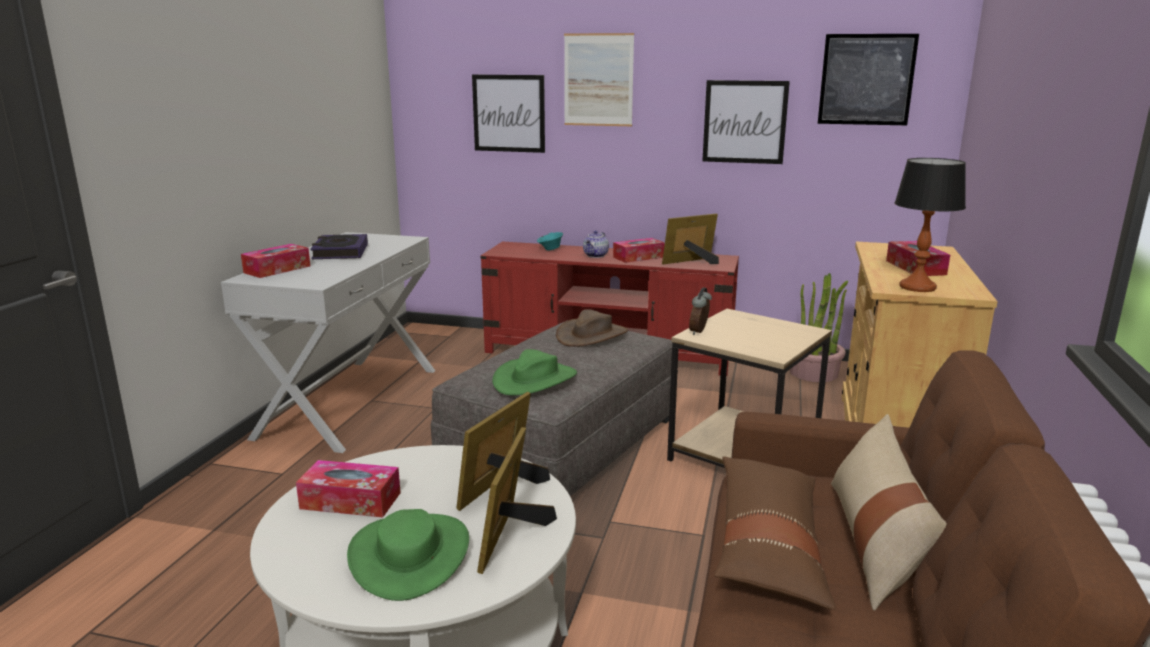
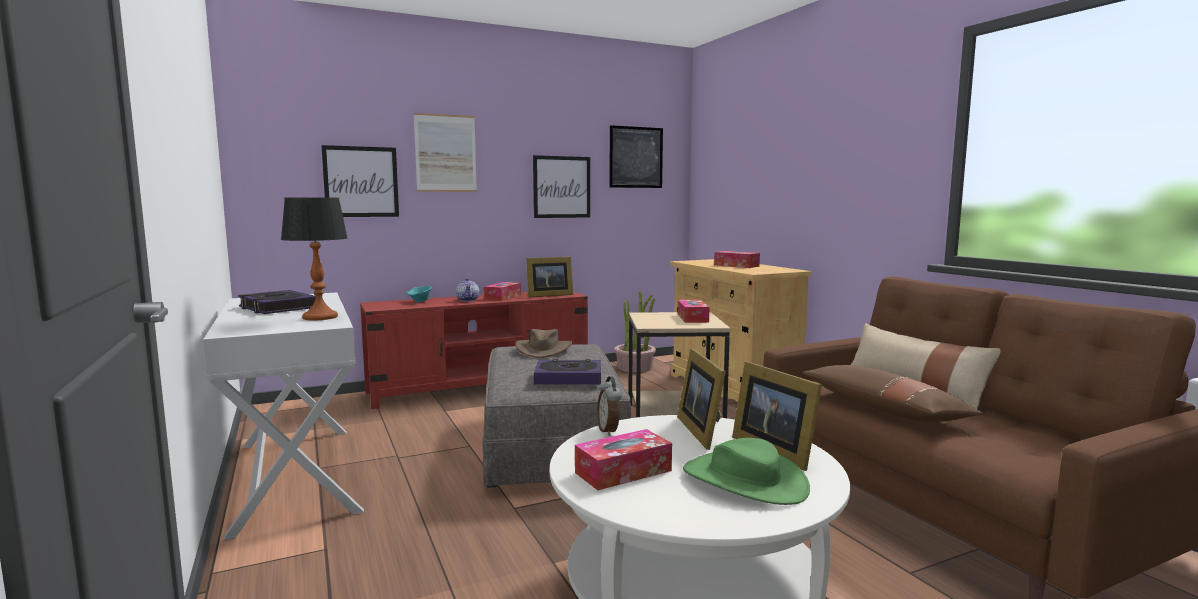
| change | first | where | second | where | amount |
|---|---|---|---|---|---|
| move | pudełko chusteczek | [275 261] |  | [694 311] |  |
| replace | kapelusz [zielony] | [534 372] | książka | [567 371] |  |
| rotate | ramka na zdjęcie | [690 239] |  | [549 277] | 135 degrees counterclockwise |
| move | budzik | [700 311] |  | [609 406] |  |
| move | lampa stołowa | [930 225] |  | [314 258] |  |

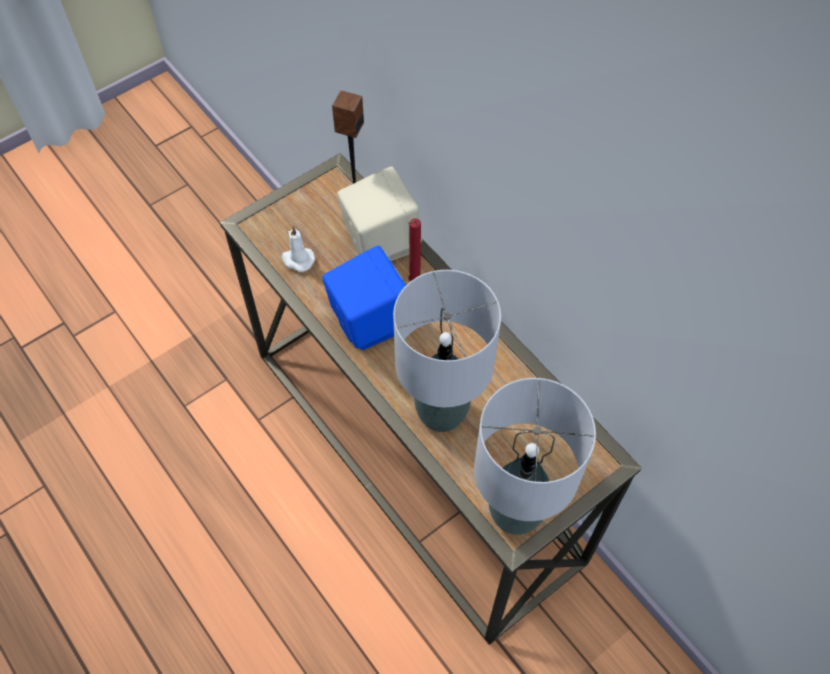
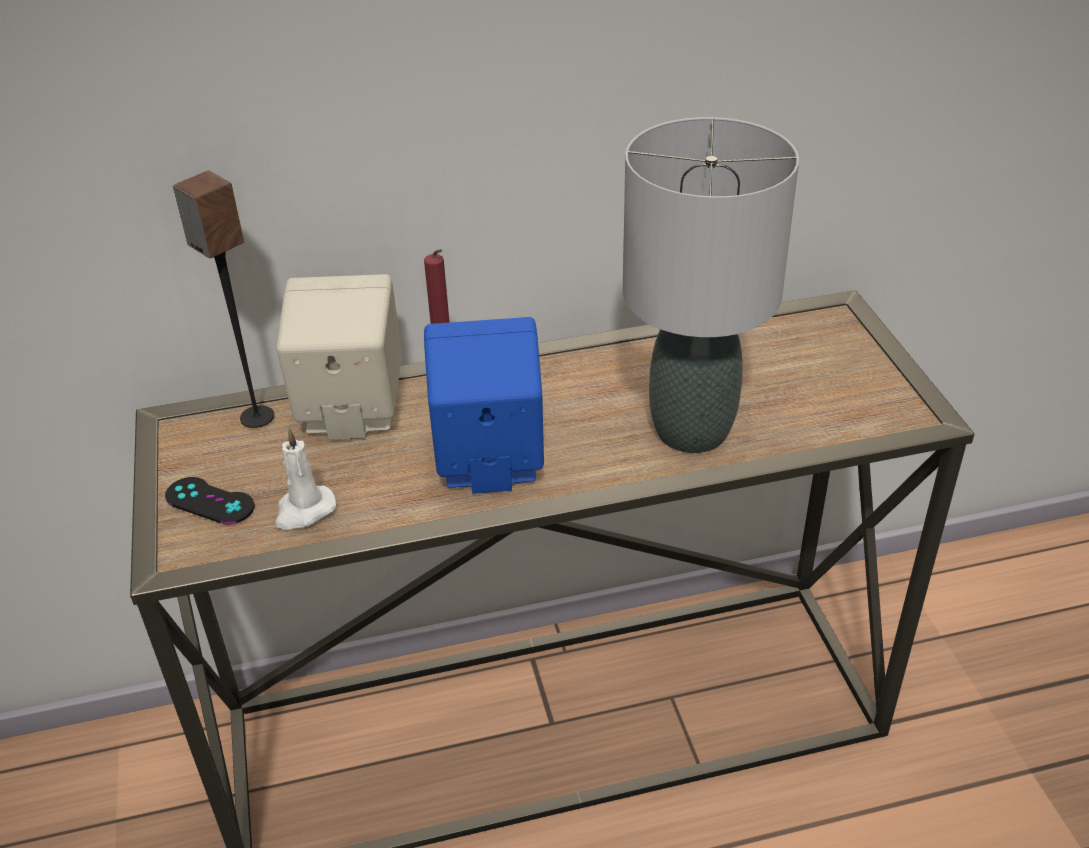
| change | first | where | second | where | amount |
|---|---|---|---|---|---|
| delete | lampa stołowa [szary] | [535 456] |  |  |  |
| insert |  |  | pad do gier [czarny] | [209 500] |  |

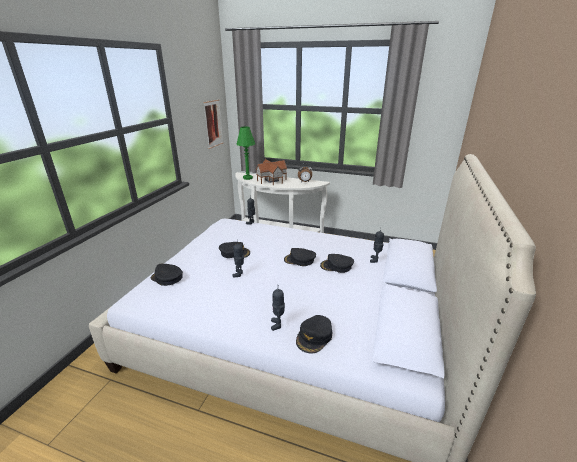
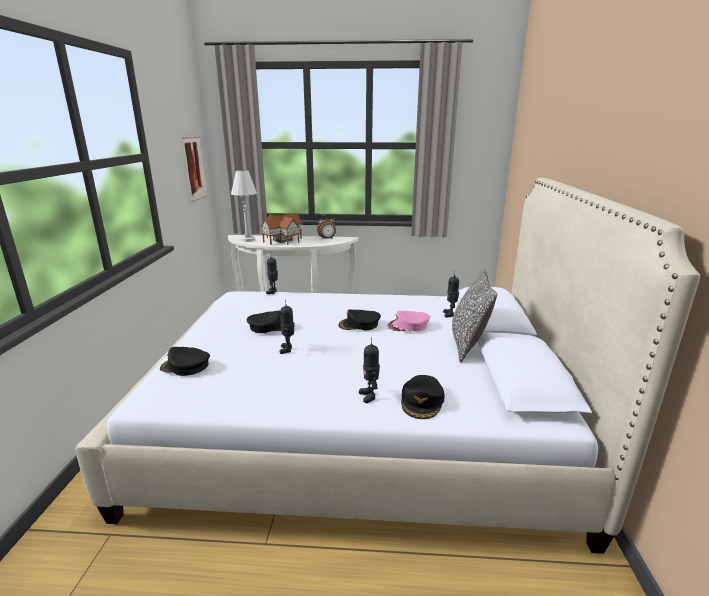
| change | first | where | second | where | amount |
|---|---|---|---|---|---|
| recolor | lampa stołowa [zielony] | [245 153] | lampa stołowa [biały] | [244 206] |  |
| recolor | czapka z daszkiem [czarny] | [337 263] | czapka z daszkiem [różowy] | [408 321] |  |
| insert |  |  | poduszka | [474 315] |  |

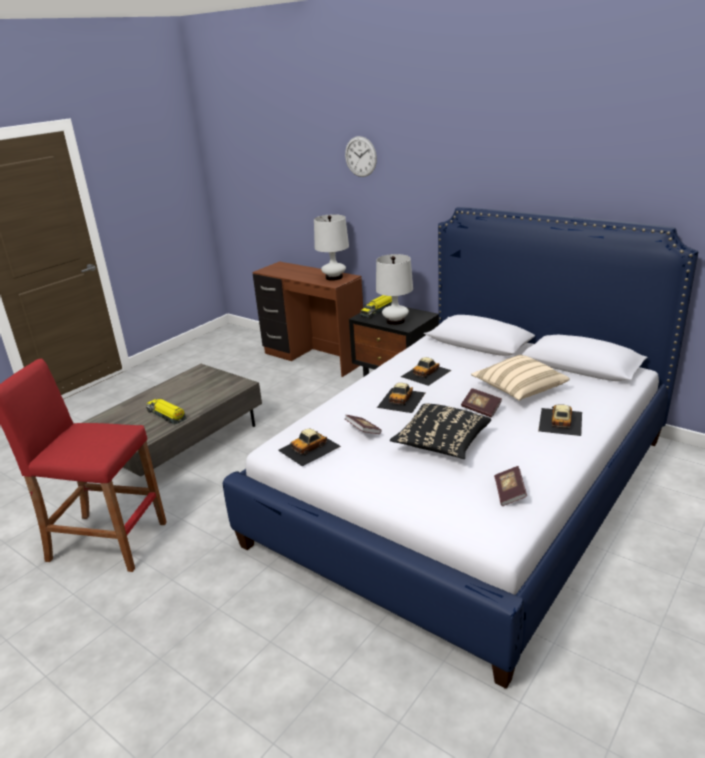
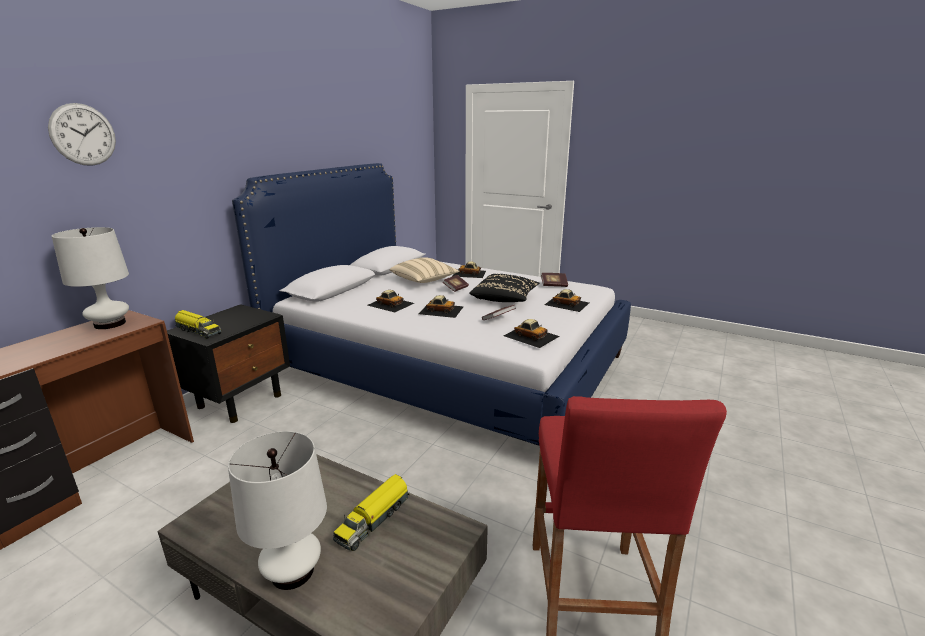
| change | first | where | second | where | amount |
|---|---|---|---|---|---|
| move | lampa stołowa [biały] | [394 289] |  | [277 510] |  |
| insert |  |  | samochodzik | [567 300] |  |

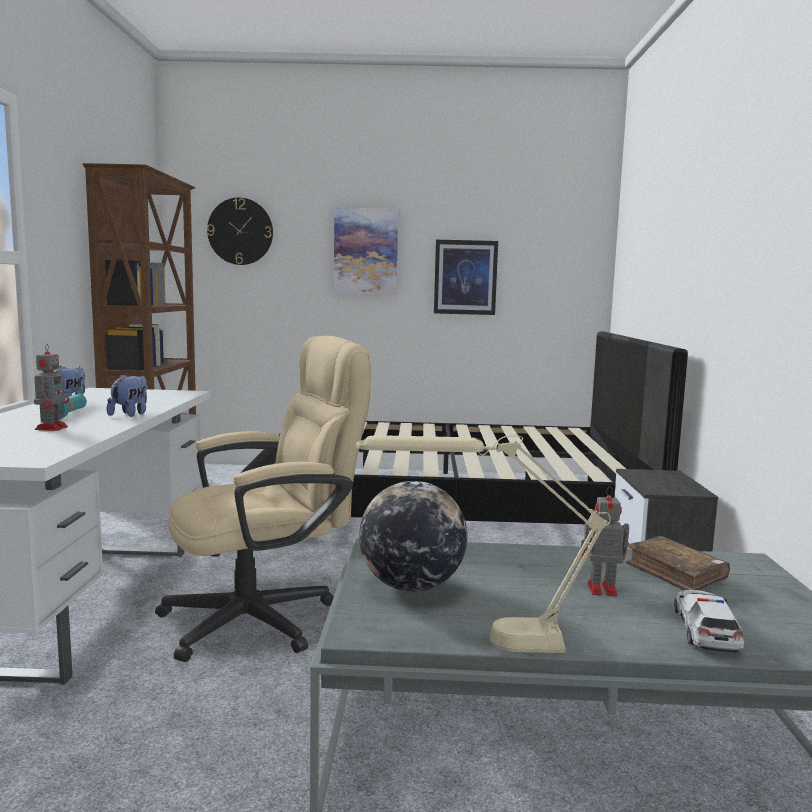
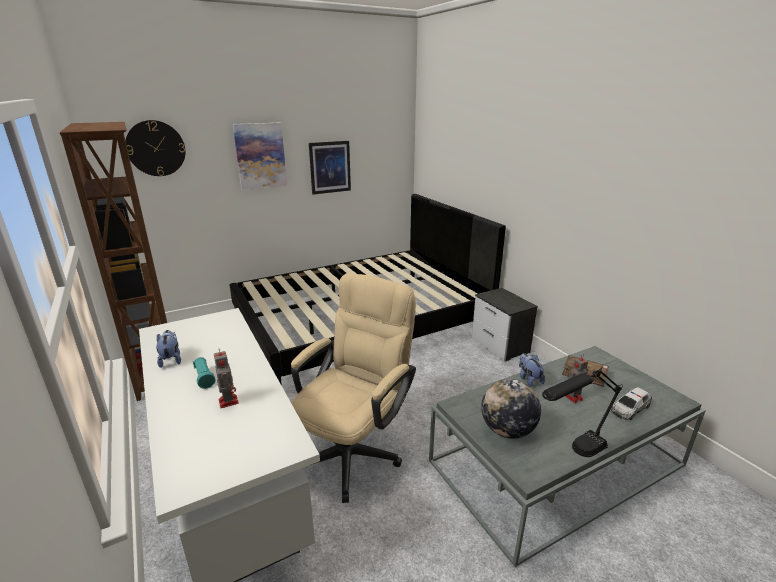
| change | first | where | second | where | amount |
|---|---|---|---|---|---|
| move | pluszak | [127 395] |  | [532 370] |  |
| recolor | lampa stołowa [beżowy] | [484 544] | lampa stołowa [czarny] | [582 412] |  |
| rotate | samochodzik | [709 621] |  | [631 403] | 105 degrees counterclockwise |

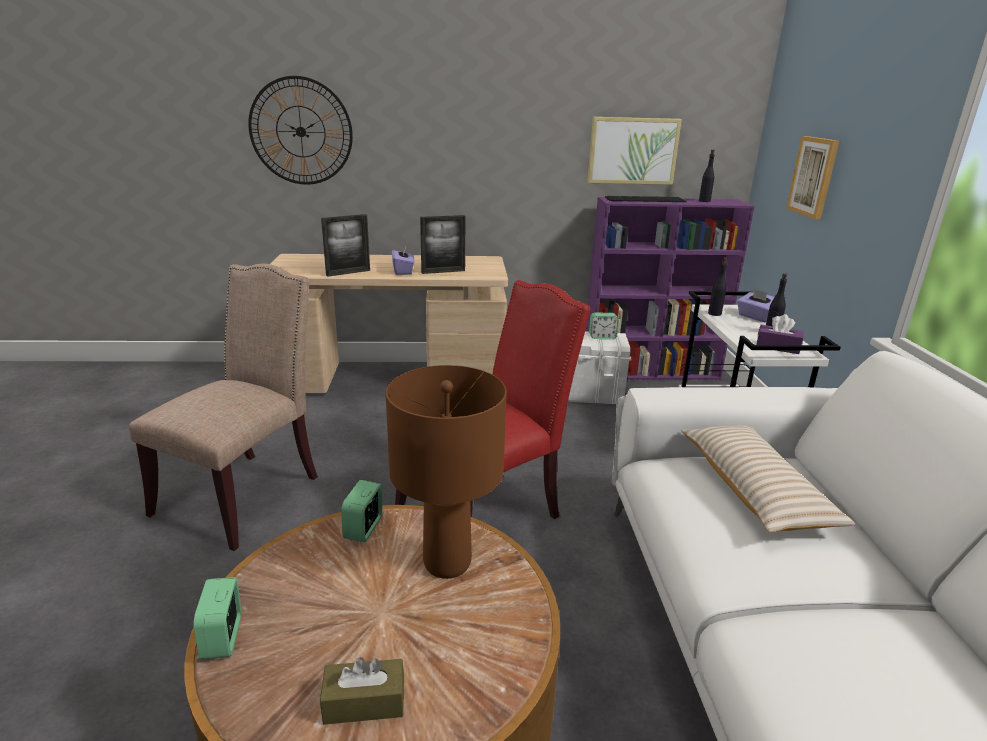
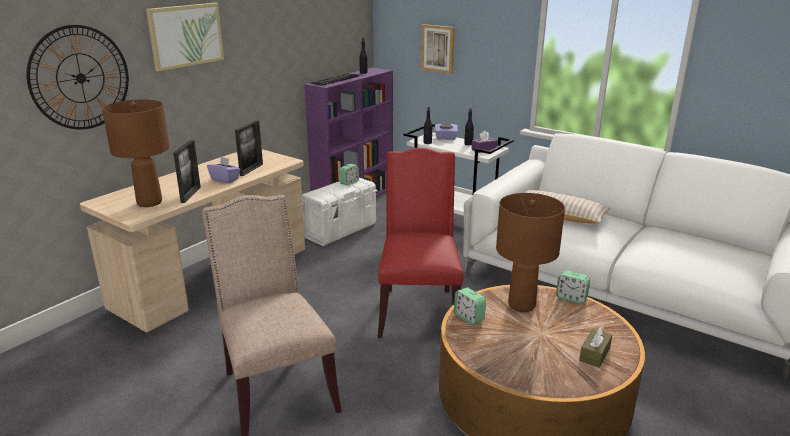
| change | first | where | second | where | amount |
|---|---|---|---|---|---|
| move | budzik | [217 618] |  | [573 287] |  |
| move | obraz | [634 151] |  | [185 37] |  |
| insert |  |  | lampa stołowa [brązowy] | [136 153] |  |

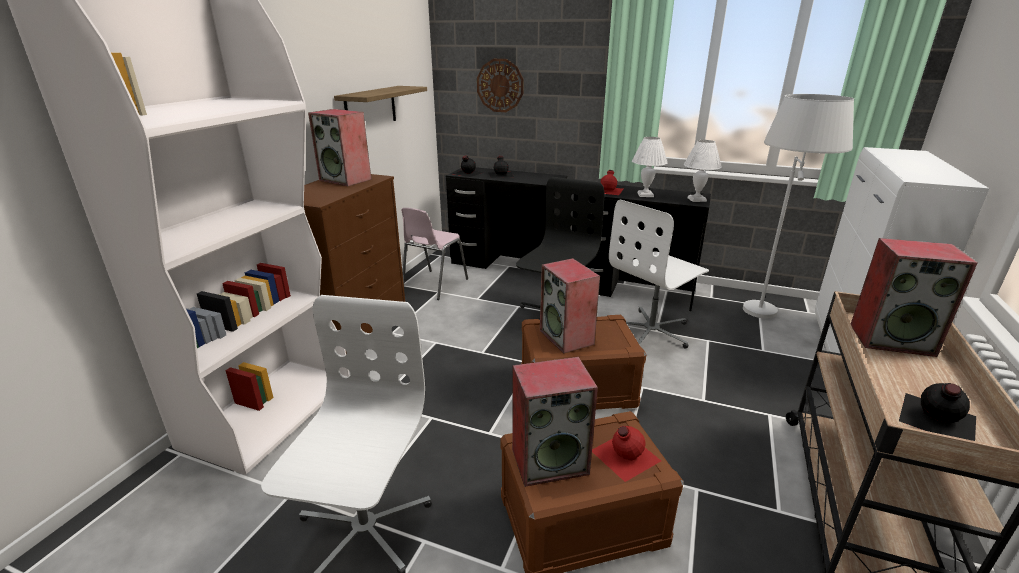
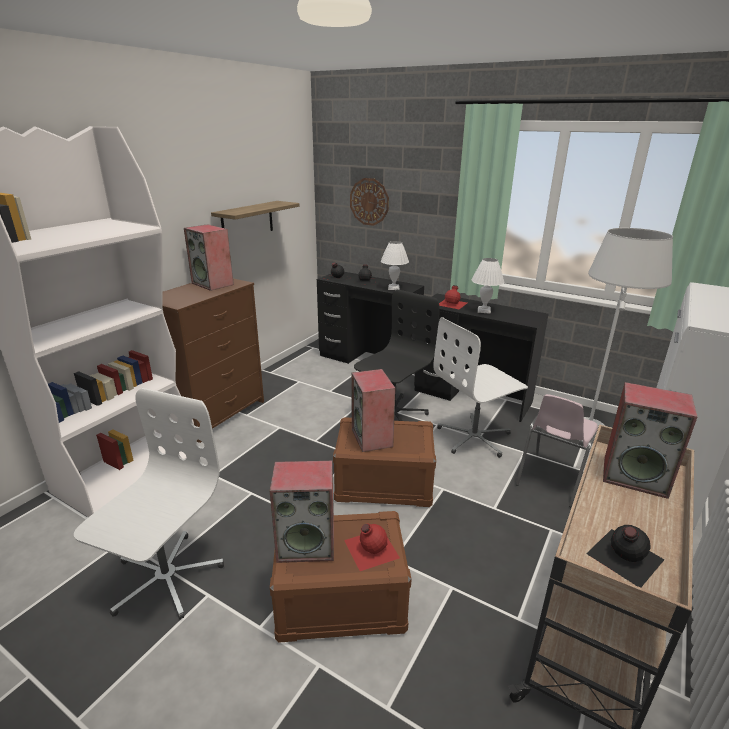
| change | first | where | second | where | amount |
|---|---|---|---|---|---|
| move | krzesło [różowy] | [434 254] |  | [557 450] |  |
| move | lampa stołowa [biały] | [702 171] |  | [395 265] |  |

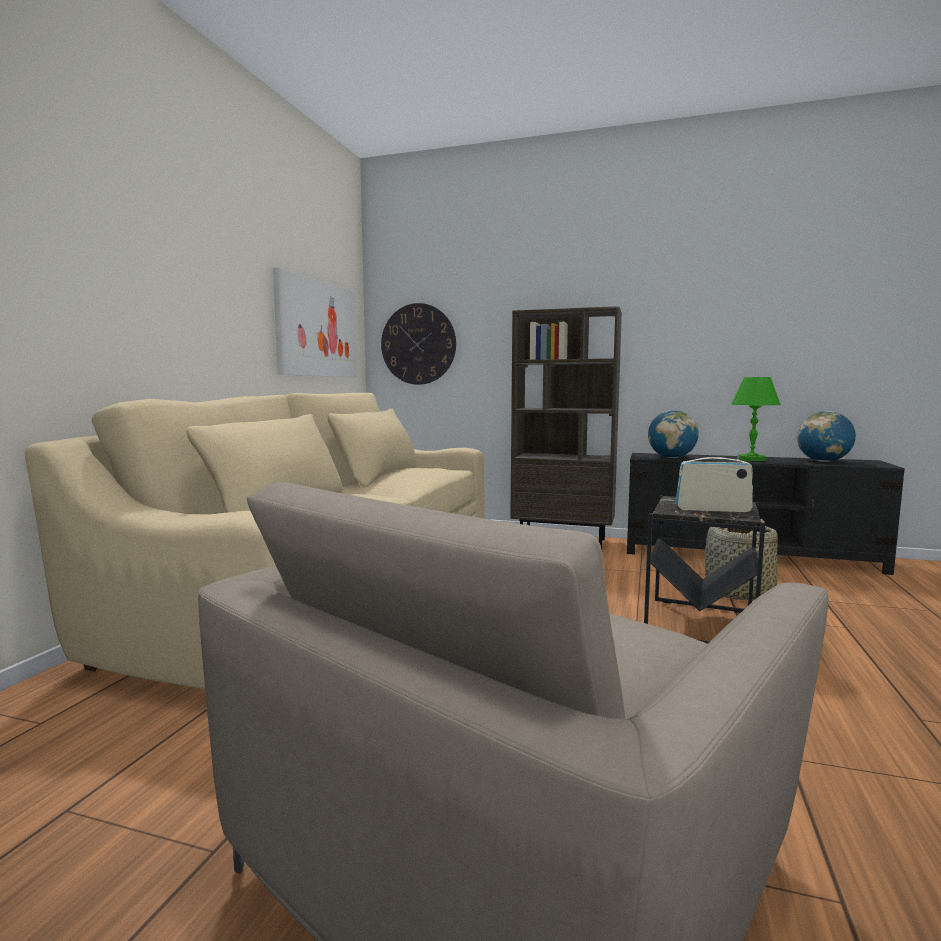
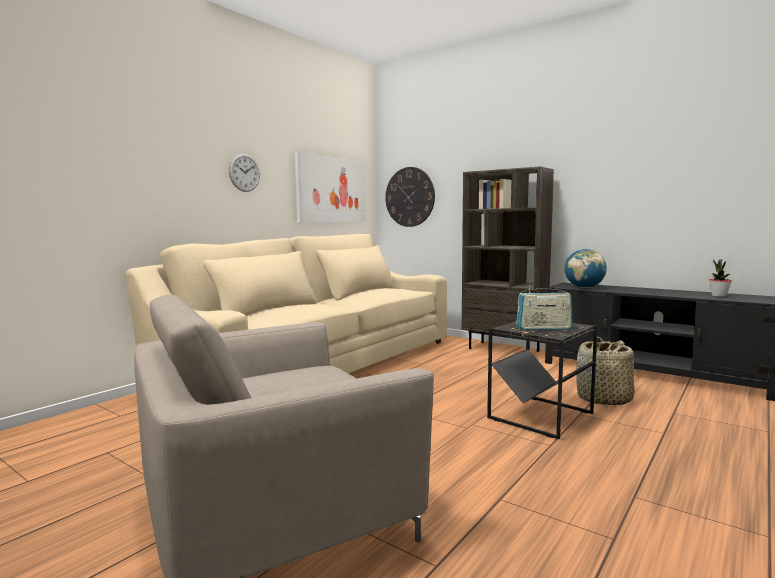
| change | first | where | second | where | amount |
|---|---|---|---|---|---|
| rotate | radio | [714 482] |  | [544 307] | 150 degrees clockwise |
| delete | lampa stołowa [zielony] | [756 419] |  |  |  |
| replace | globus | [826 436] | roślina doniczkowa | [720 278] |  |
| insert |  |  | zegar ścienny | [244 172] |  |

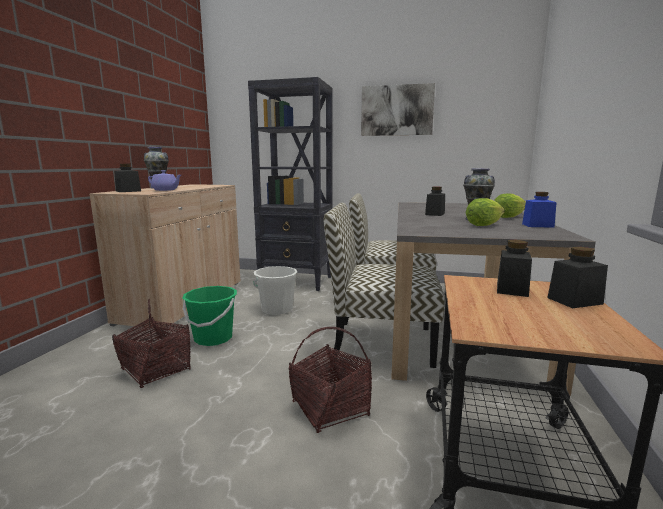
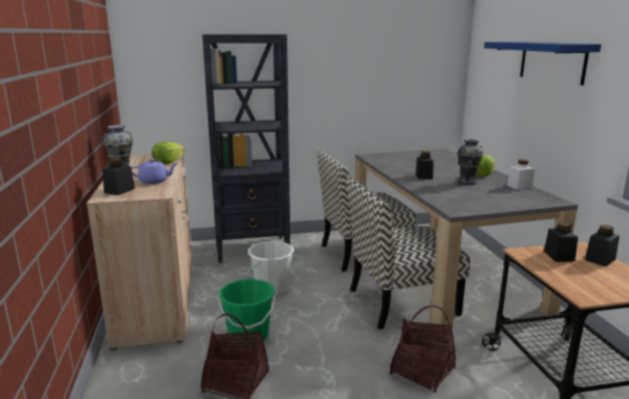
| change | first | where | second | where | amount |
|---|---|---|---|---|---|
| delete | obraz | [398 109] |  |  |  |
| move | sałata | [485 212] |  | [168 153] |  |
| recolor | słoik [niebieski] | [539 210] | słoik [biały] | [521 175] |  |
| insert |  |  | półka [niebieski] | [542 63] |  |

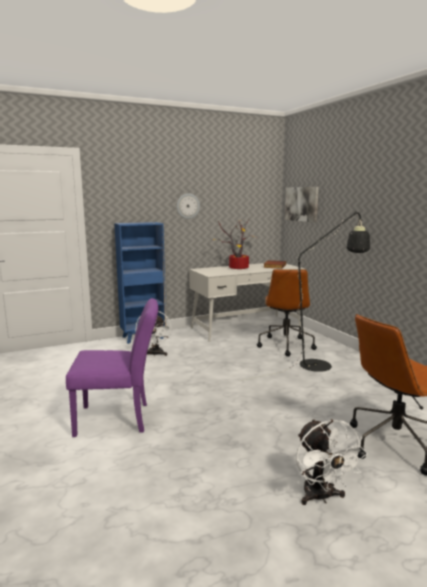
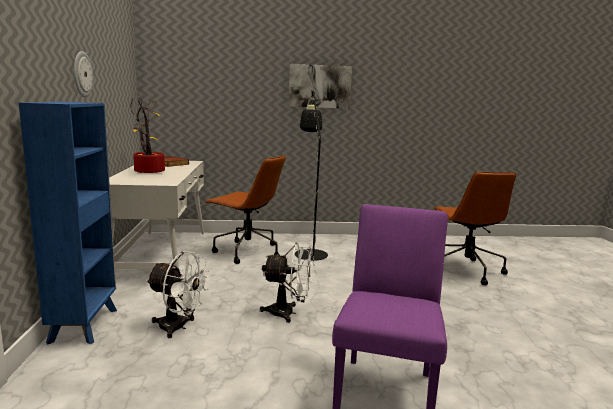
| change | first | where | second | where | amount |
|---|---|---|---|---|---|
| move | obraz | [302 204] |  | [320 86] |  |
| move | wentylator [biały] | [332 462] |  | [286 282] |  |

